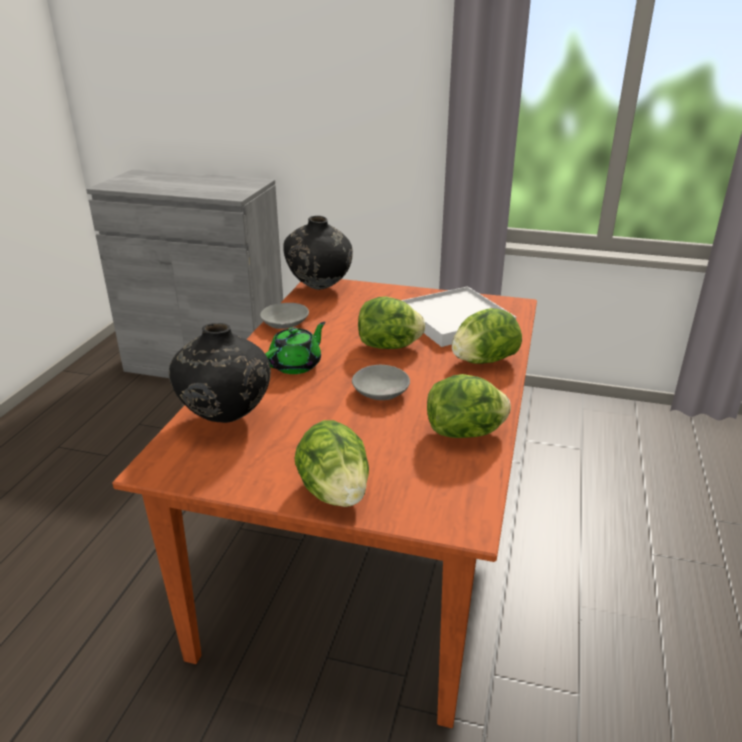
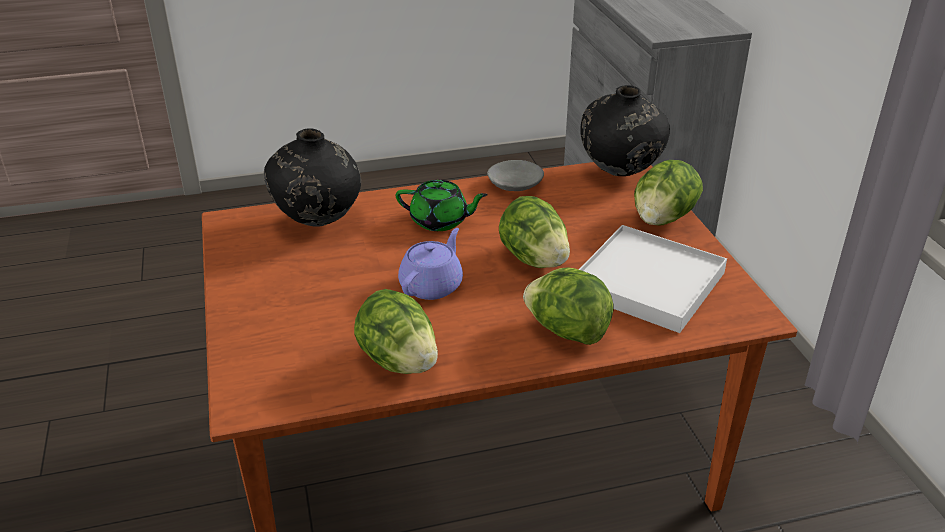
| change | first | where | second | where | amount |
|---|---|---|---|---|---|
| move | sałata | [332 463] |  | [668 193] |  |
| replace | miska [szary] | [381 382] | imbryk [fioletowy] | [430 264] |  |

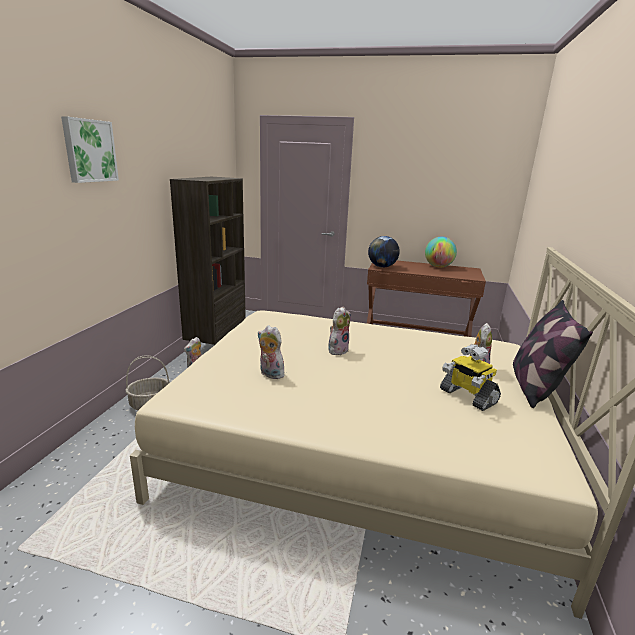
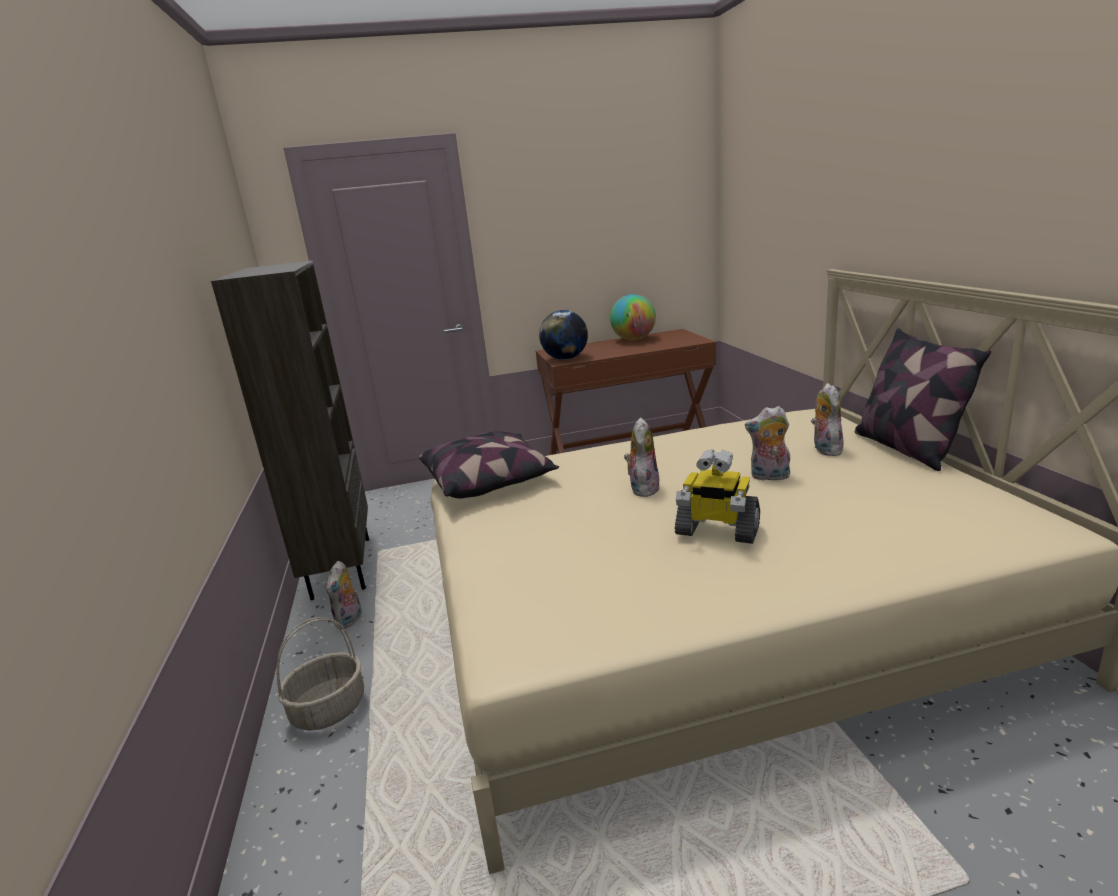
| change | first | where | second | where | amount |
|---|---|---|---|---|---|
| delete | obraz | [90 149] |  |  |  |
| move | pluszak | [271 352] |  | [767 443] |  |
| move | robot zabawkowy | [470 377] |  | [717 496] |  |
| insert |  |  | poduszka | [489 464] |  |

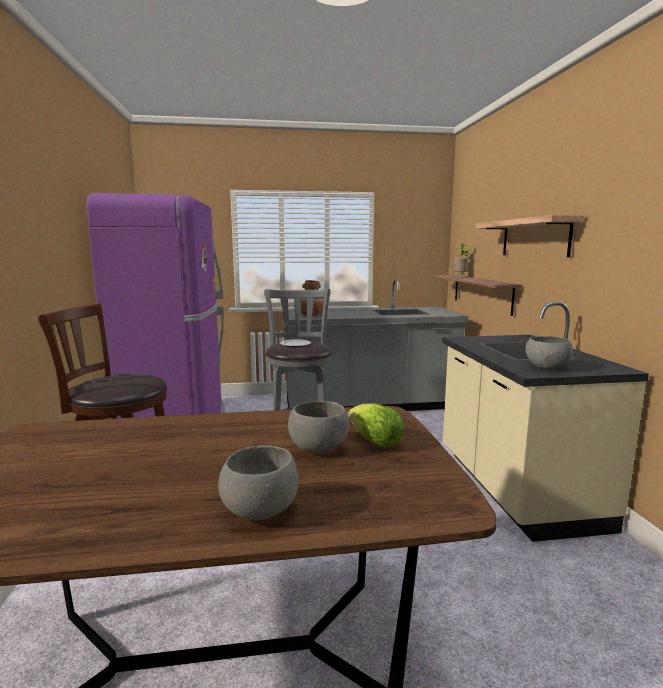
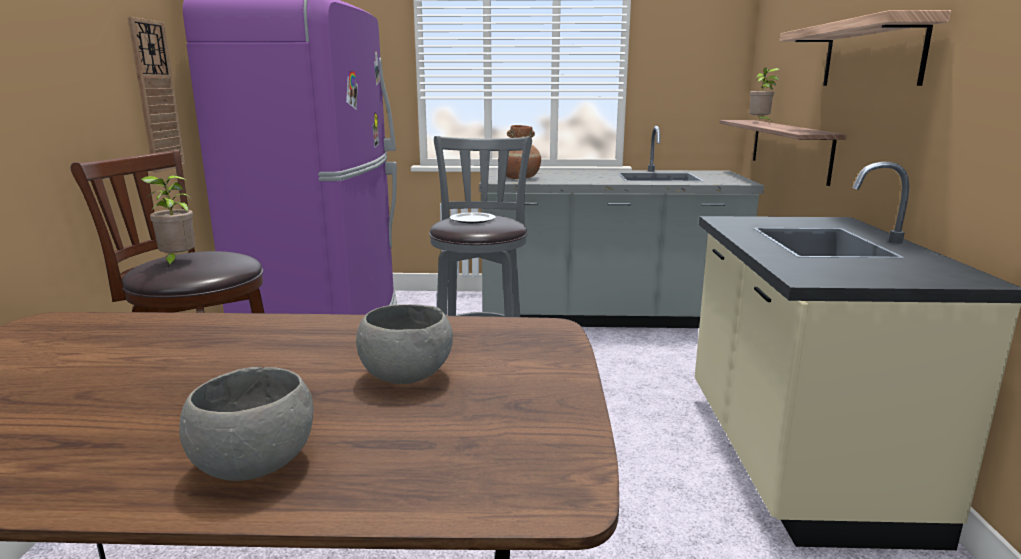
| change | first | where | second | where | amount |
|---|---|---|---|---|---|
| delete | sałata | [376 426] |  |  |  |
| delete | miska [szary] | [549 353] |  |  |  |
| insert |  |  | zegar ścienny | [156 95] |  |
| insert |  |  | roślina doniczkowa | [168 221] |  |

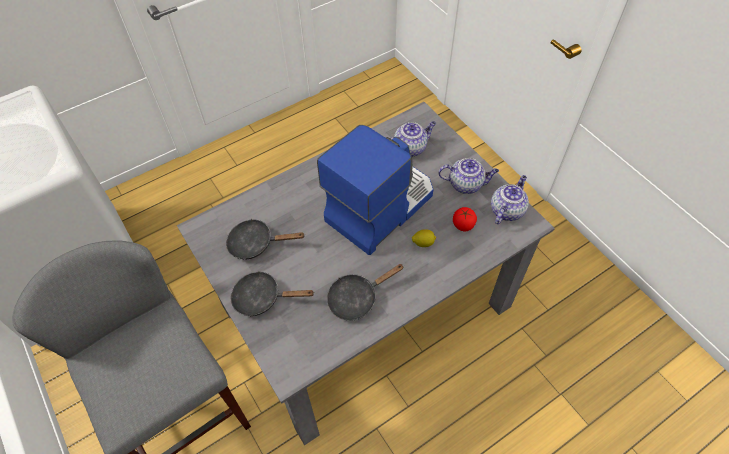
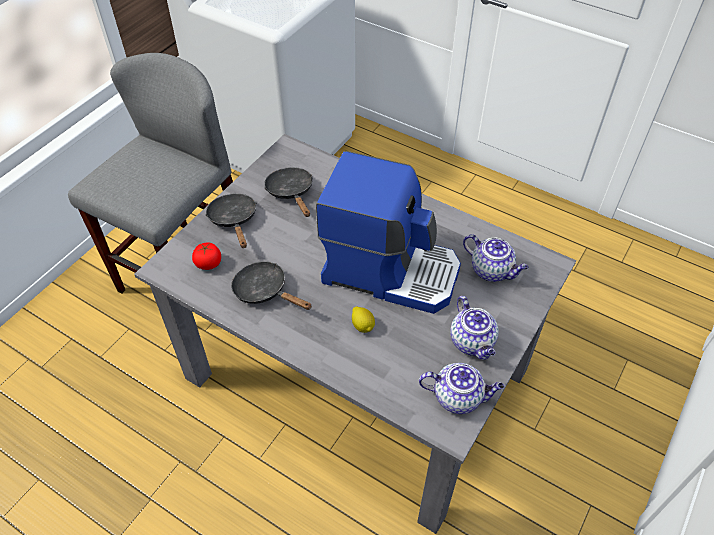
| change | first | where | second | where | amount |
|---|---|---|---|---|---|
| move | pomidor | [465 219] |  | [206 256] |  |

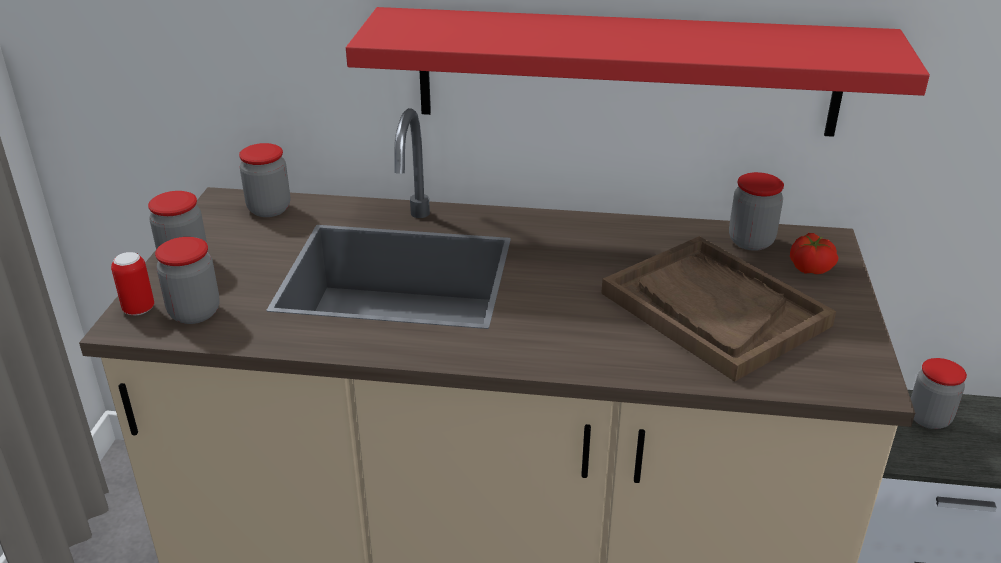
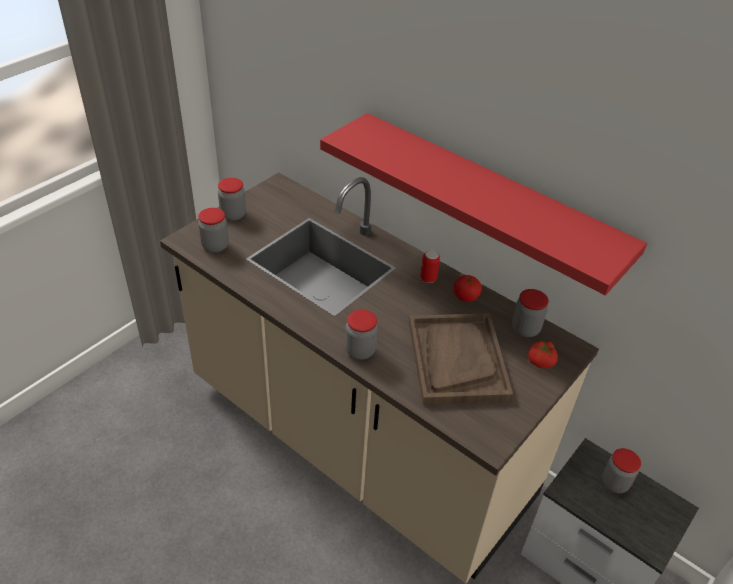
| change | first | where | second | where | amount |
|---|---|---|---|---|---|
| move | puszka | [132 283] |  | [430 266] |  |
| move | słoik | [264 180] |  | [361 334] |  |
| insert |  |  | pomidor | [467 288] |  |

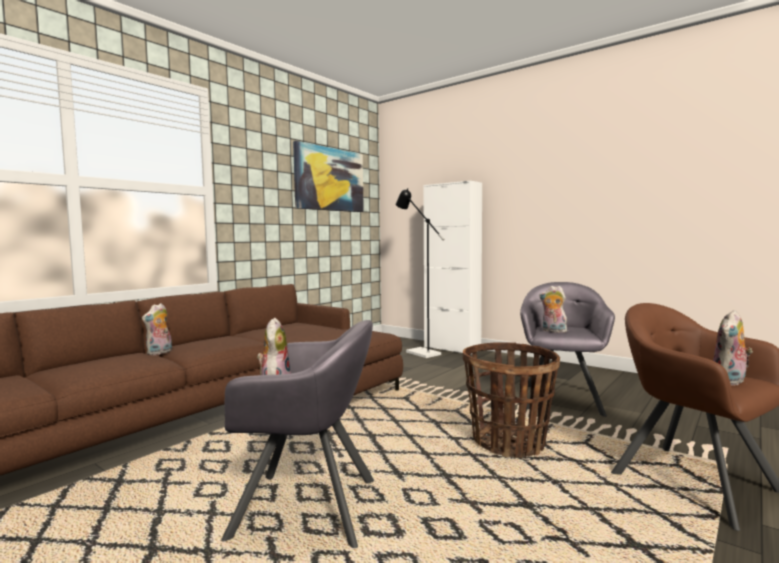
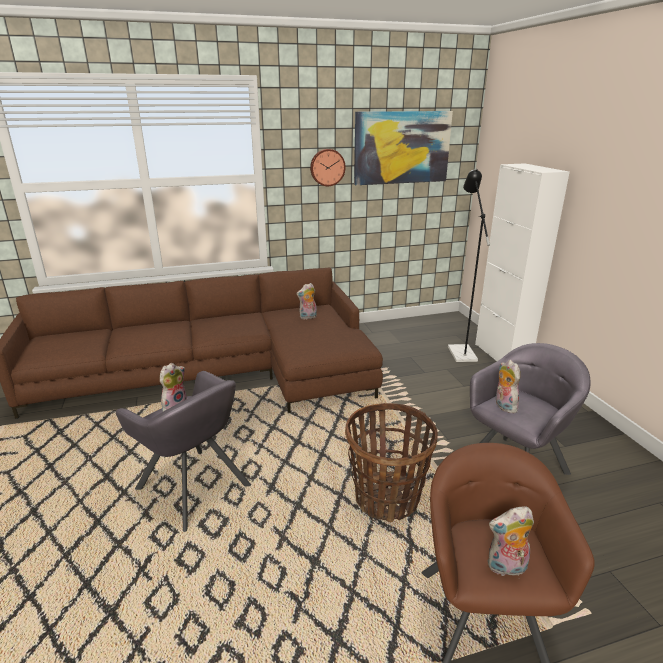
| change | first | where | second | where | amount |
|---|---|---|---|---|---|
| move | pluszak | [157 329] |  | [306 301] |  |
| insert |  |  | zegar ścienny | [328 167] |  |

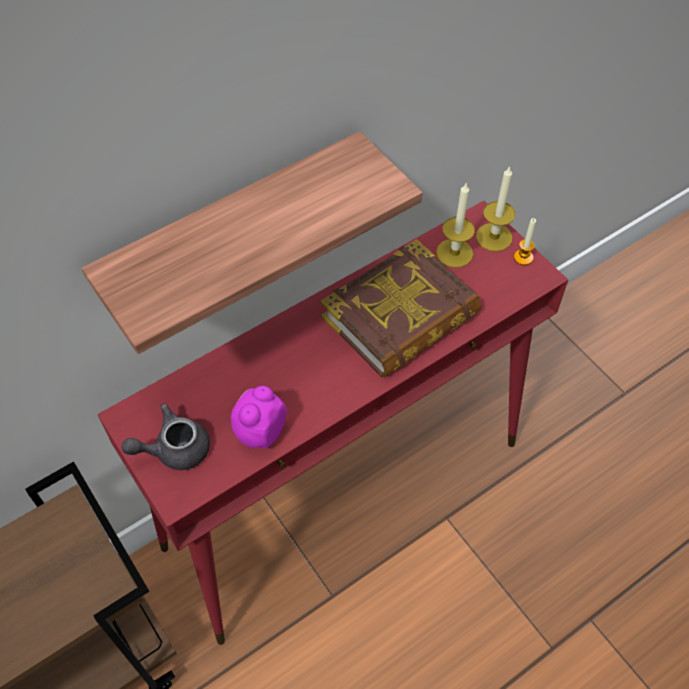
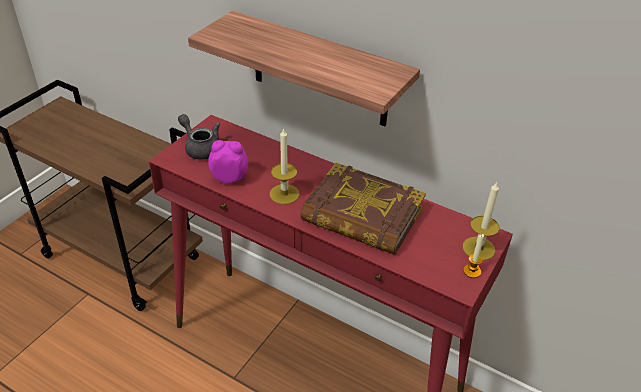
| change | first | where | second | where | amount |
|---|---|---|---|---|---|
| move | świeca | [455 225] |  | [285 166] |  |

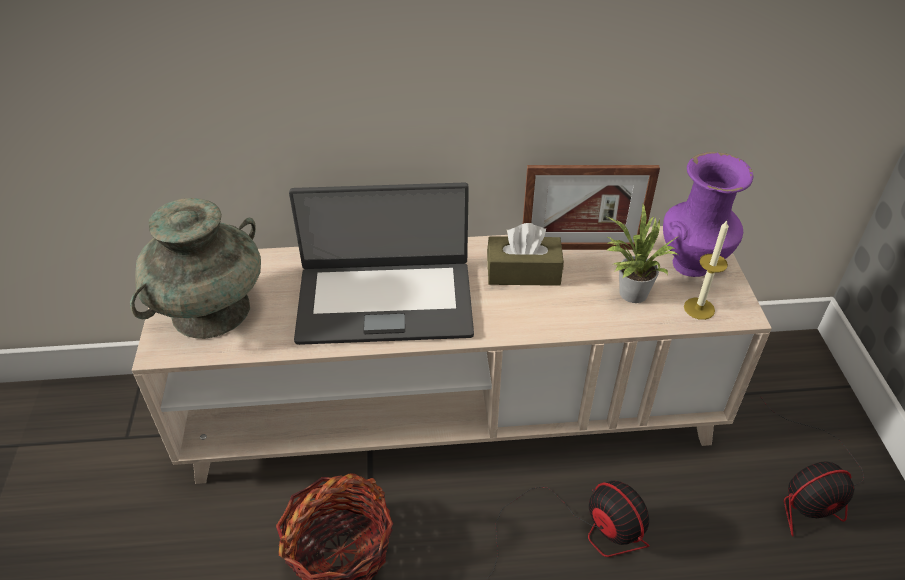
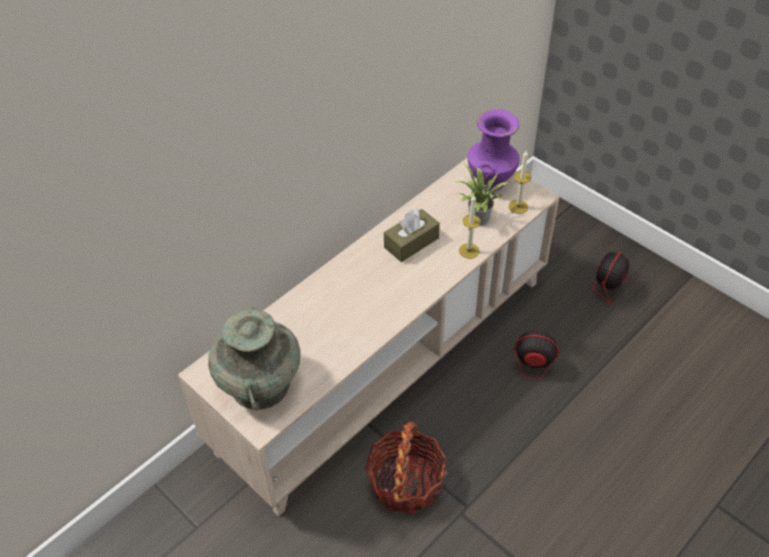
| change | first | where | second | where | amount |
|---|---|---|---|---|---|
| delete | laptop | [381 264] |  |  |  |
| delete | ramka na zdjęcie | [591 207] |  |  |  |
| insert |  |  | świeca | [470 227] |  |

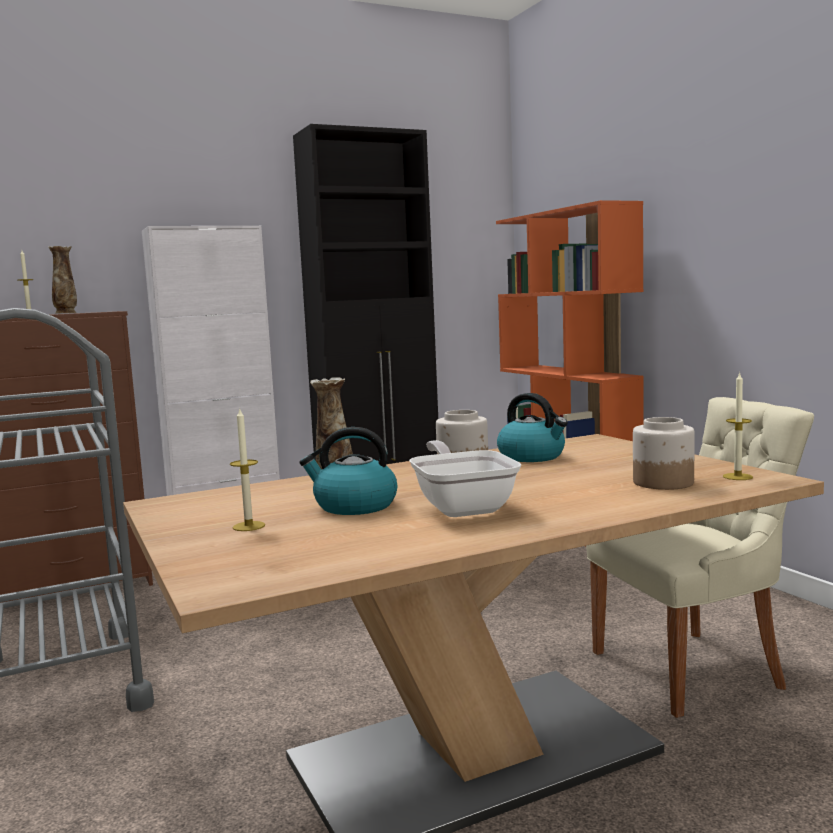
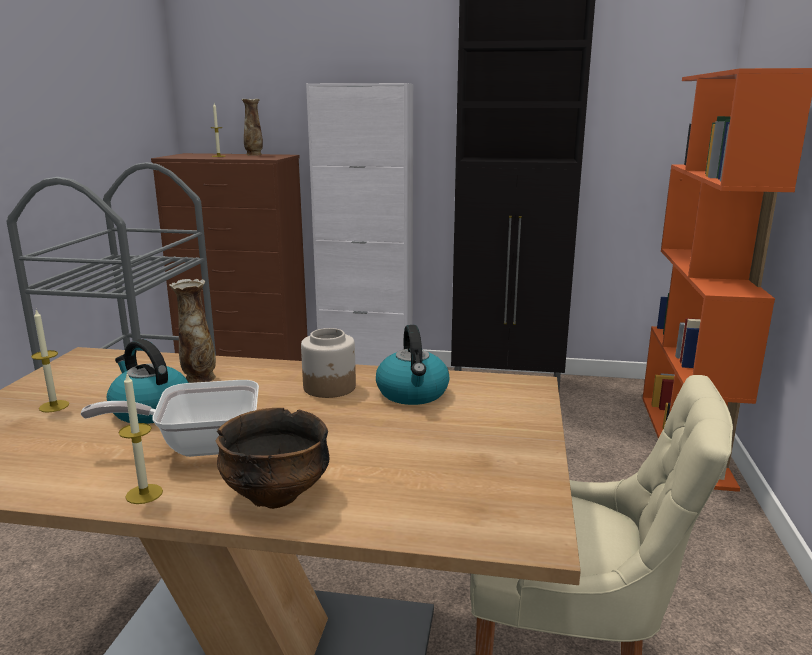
| change | first | where | second | where | amount |
|---|---|---|---|---|---|
| rotate | patelnia | [465 478] |  | [170 418] | 120 degrees counterclockwise |
| delete | słoik | [664 453] |  |  |  |
| move | świeca | [738 426] |  | [140 439] |  |
| insert |  |  | miska | [272 458] |  |

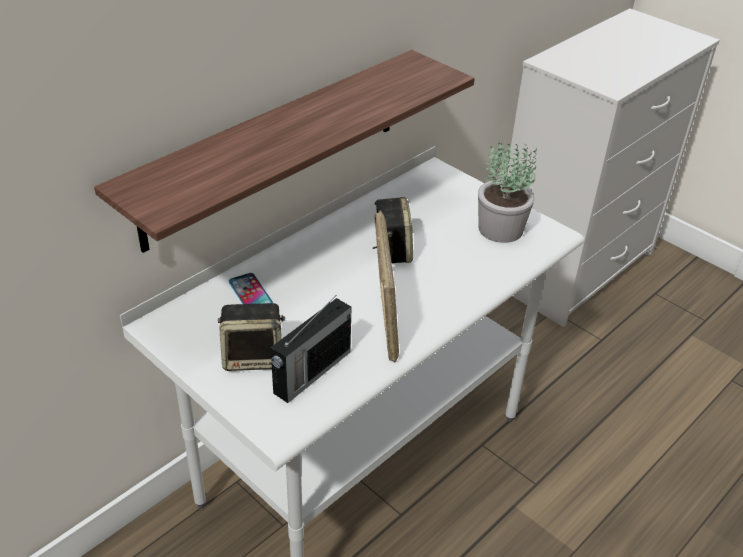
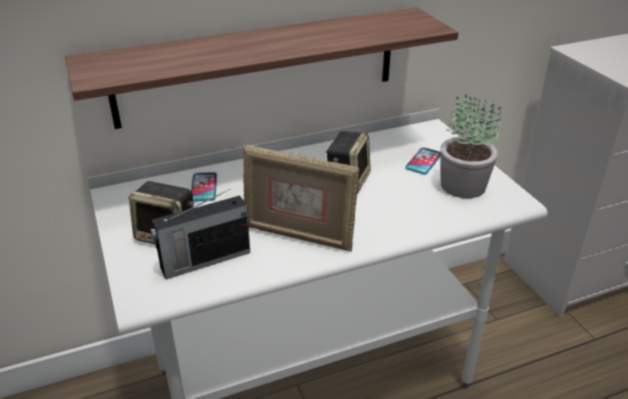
| change | first | where | second | where | amount |
|---|---|---|---|---|---|
| rotate | ramka na zdjęcie | [386 286] |  | [301 198] | 90 degrees clockwise |
| insert |  |  | telefon | [423 160] |  |

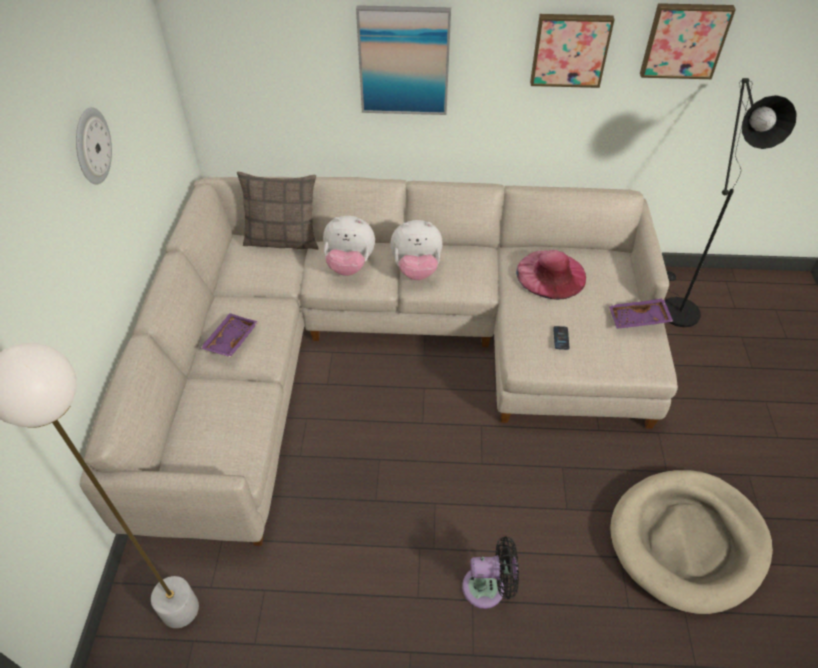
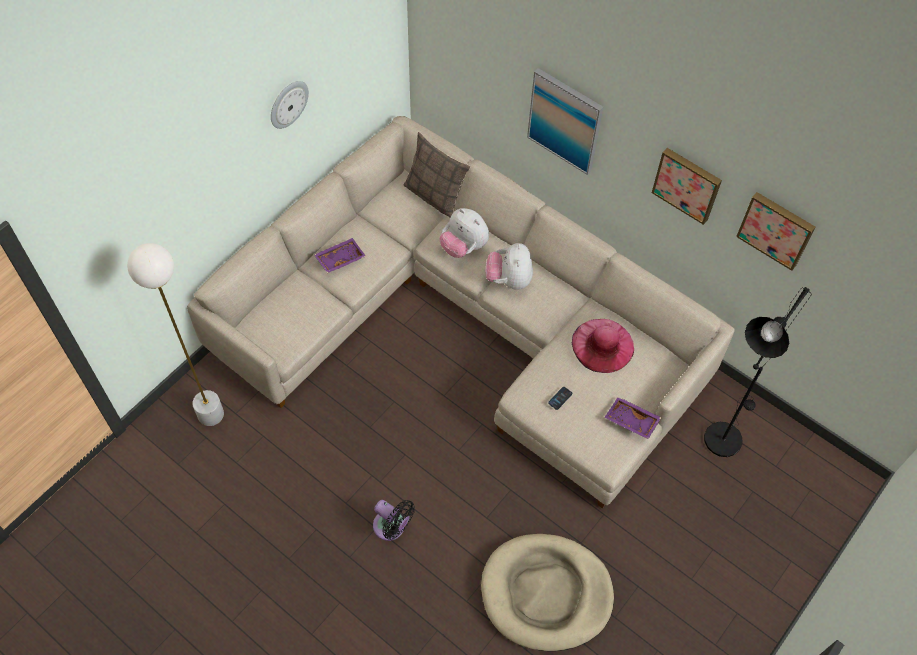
| change | first | where | second | where | amount |
|---|---|---|---|---|---|
| rotate | pluszak | [416 250] |  | [509 266] | 60 degrees clockwise |

